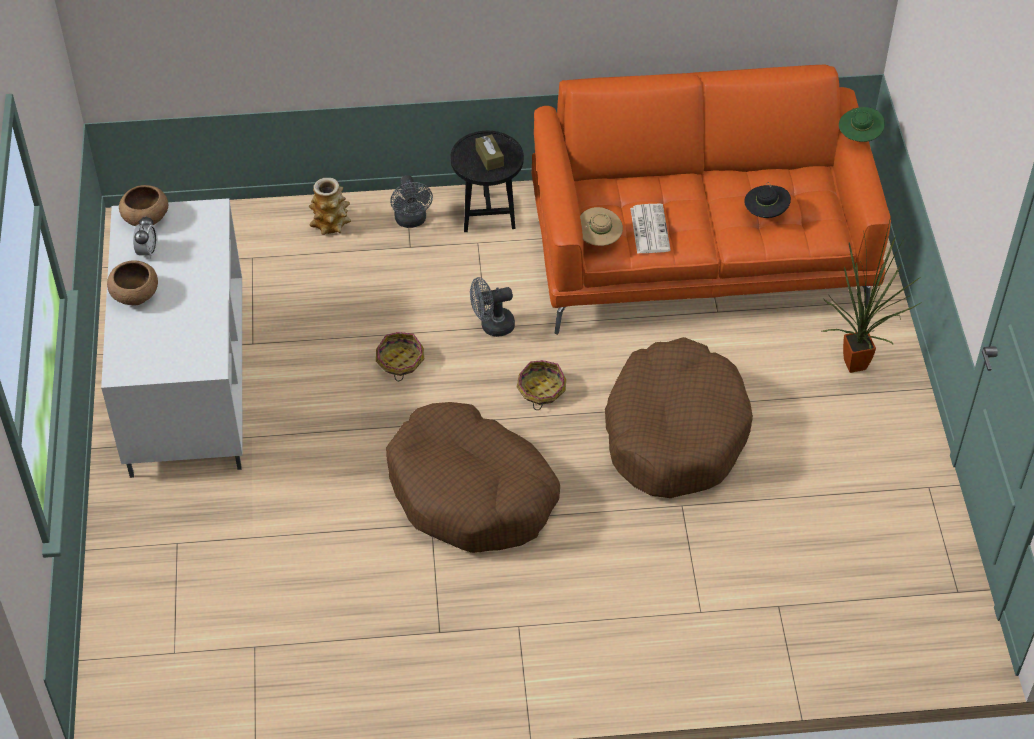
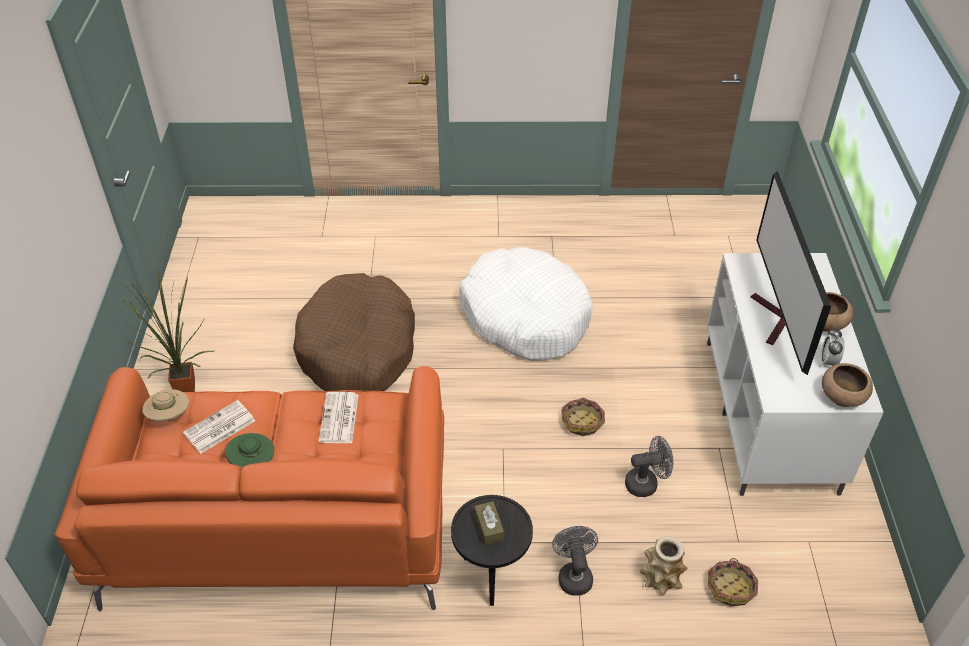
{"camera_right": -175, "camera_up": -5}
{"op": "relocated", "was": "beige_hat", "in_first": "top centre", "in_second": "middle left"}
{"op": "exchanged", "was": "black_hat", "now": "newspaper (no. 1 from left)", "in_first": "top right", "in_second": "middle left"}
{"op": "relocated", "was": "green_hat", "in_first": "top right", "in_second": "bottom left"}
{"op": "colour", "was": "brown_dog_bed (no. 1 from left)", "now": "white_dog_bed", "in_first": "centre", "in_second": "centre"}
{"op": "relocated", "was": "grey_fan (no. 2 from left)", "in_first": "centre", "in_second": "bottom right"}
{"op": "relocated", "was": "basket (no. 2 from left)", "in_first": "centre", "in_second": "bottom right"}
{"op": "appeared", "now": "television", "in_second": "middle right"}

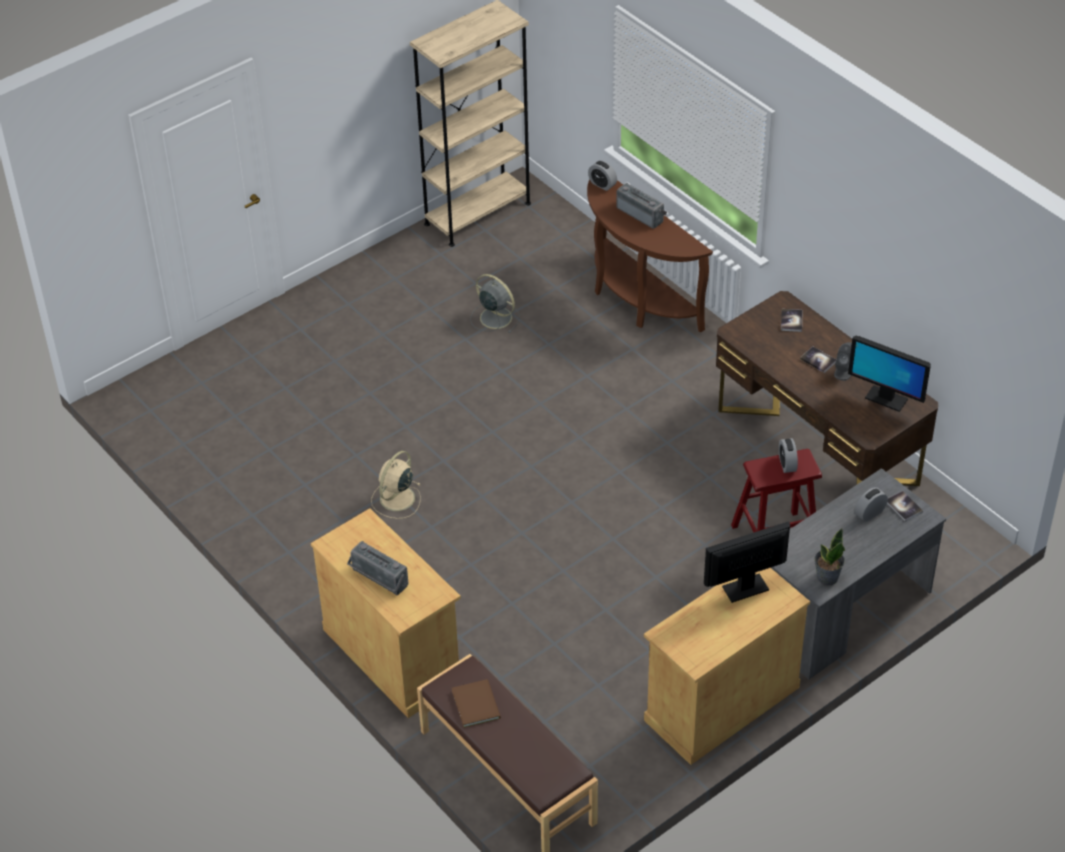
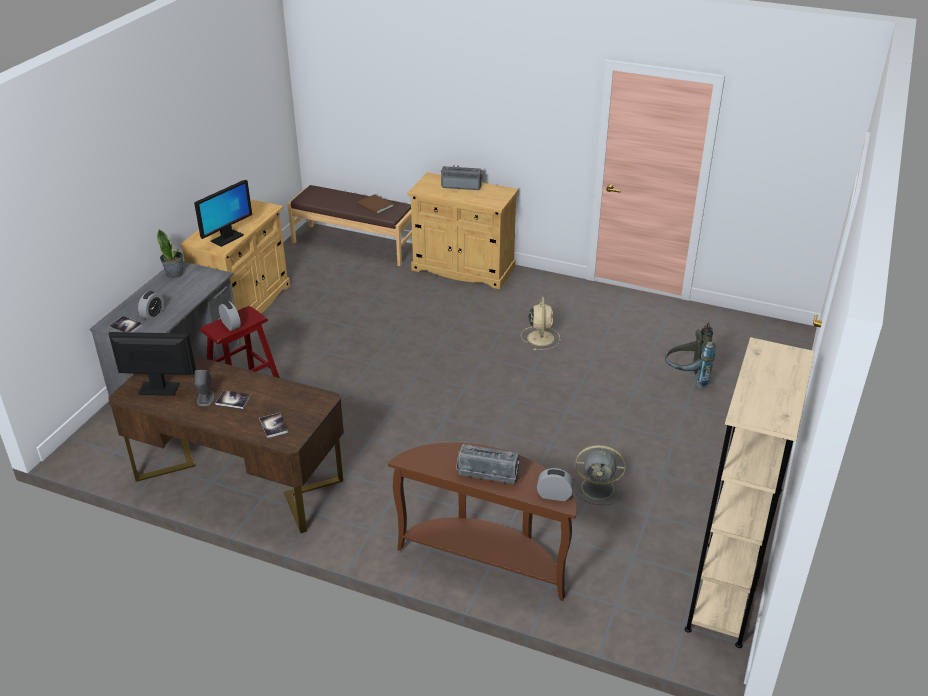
{"camera_right": 150, "camera_up": -10}
{"op": "appeared", "now": "grey_backpack", "in_second": "middle right"}

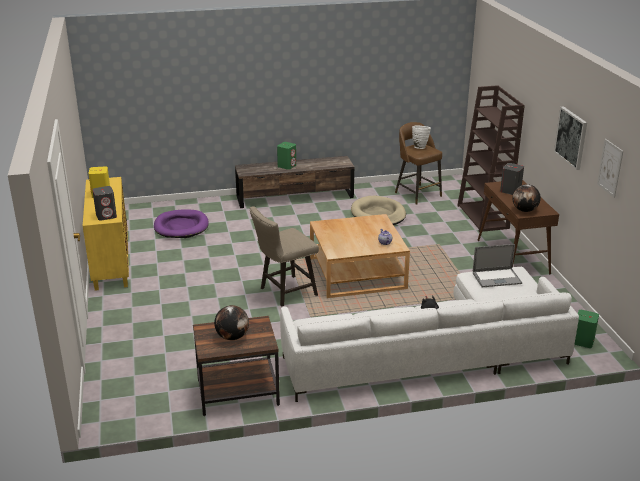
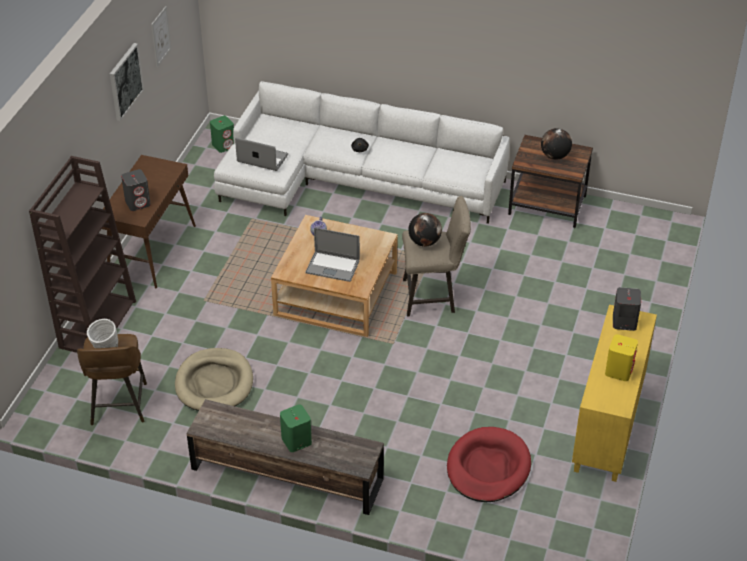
{"camera_right": -150, "camera_up": 15}
{"op": "appeared", "now": "laptop (no. 2 from left)", "in_second": "centre"}
{"op": "relocated", "was": "globe (no. 2 from left in the first image)", "now": "globe (no. 1 from left)", "in_first": "middle right", "in_second": "centre"}
{"op": "colour", "was": "purple_dog_bed", "now": "red_dog_bed", "in_first": "middle left", "in_second": "bottom centre"}

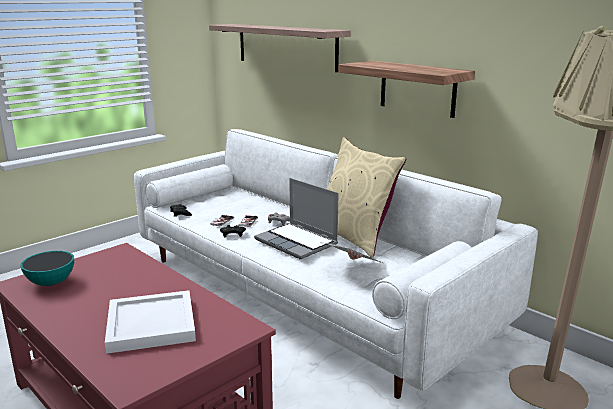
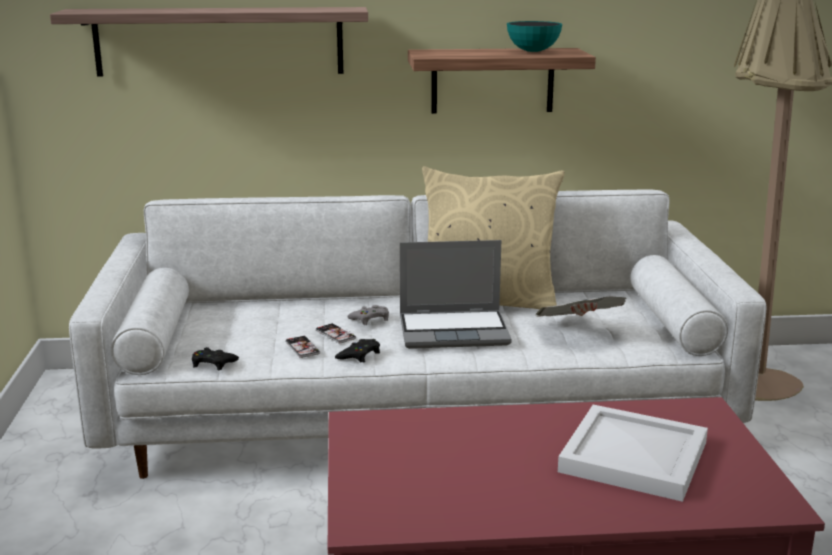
{"camera_right": -50, "camera_up": 0}
{"op": "relocated", "was": "bowl", "in_first": "middle left", "in_second": "top centre"}

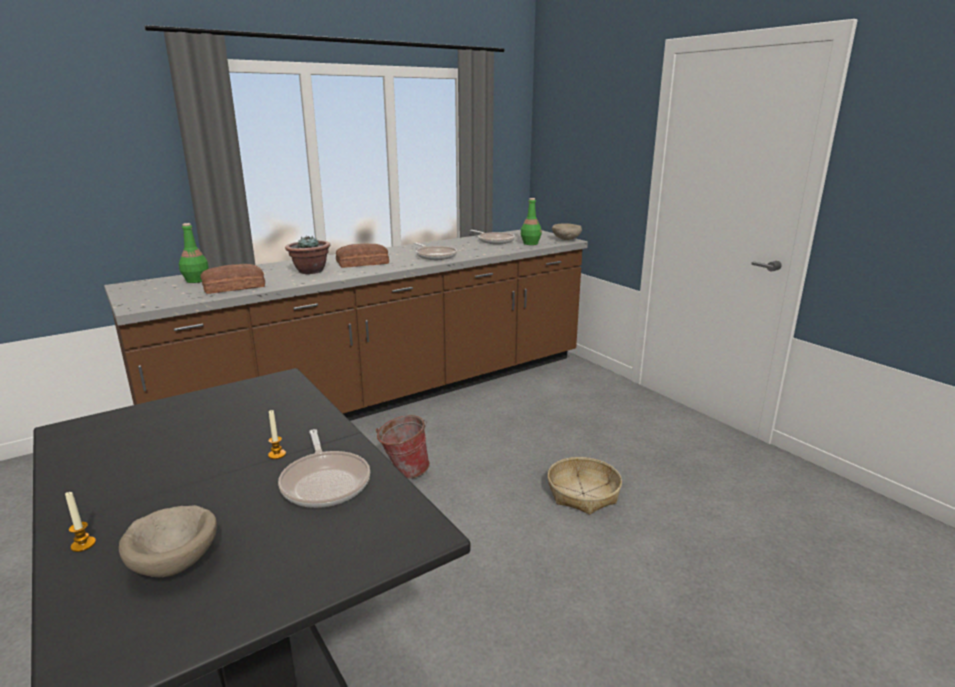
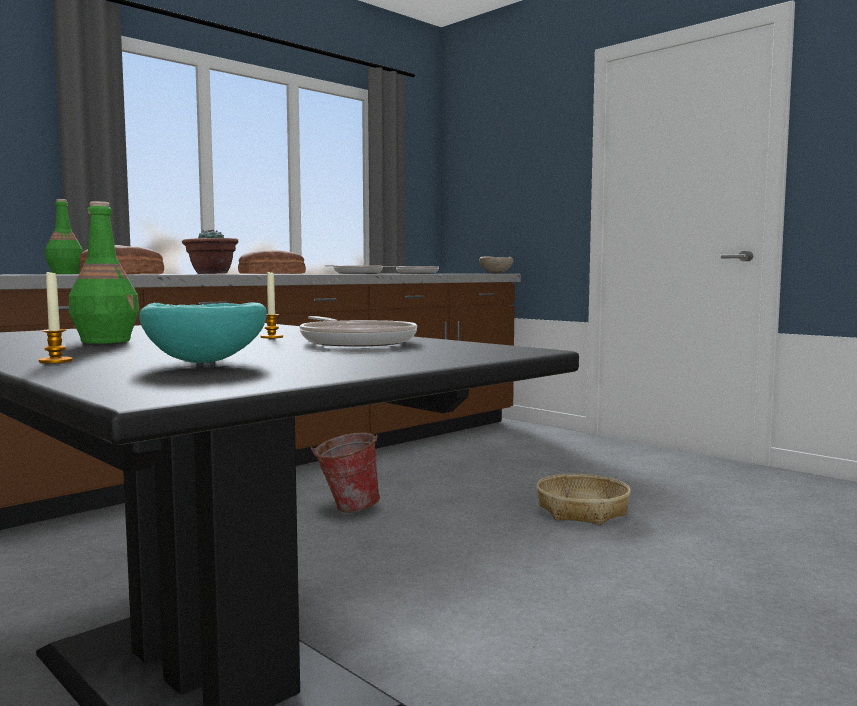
{"camera_right": -10, "camera_up": -15}
{"op": "relocated", "was": "green_bottle (no. 2 from left)", "in_first": "top centre", "in_second": "middle left"}
{"op": "colour", "was": "beige_bowl (no. 1 from left)", "now": "turquoise_bowl", "in_first": "bottom left", "in_second": "middle left"}

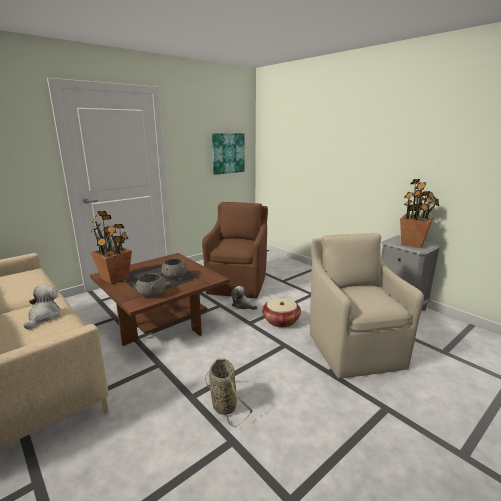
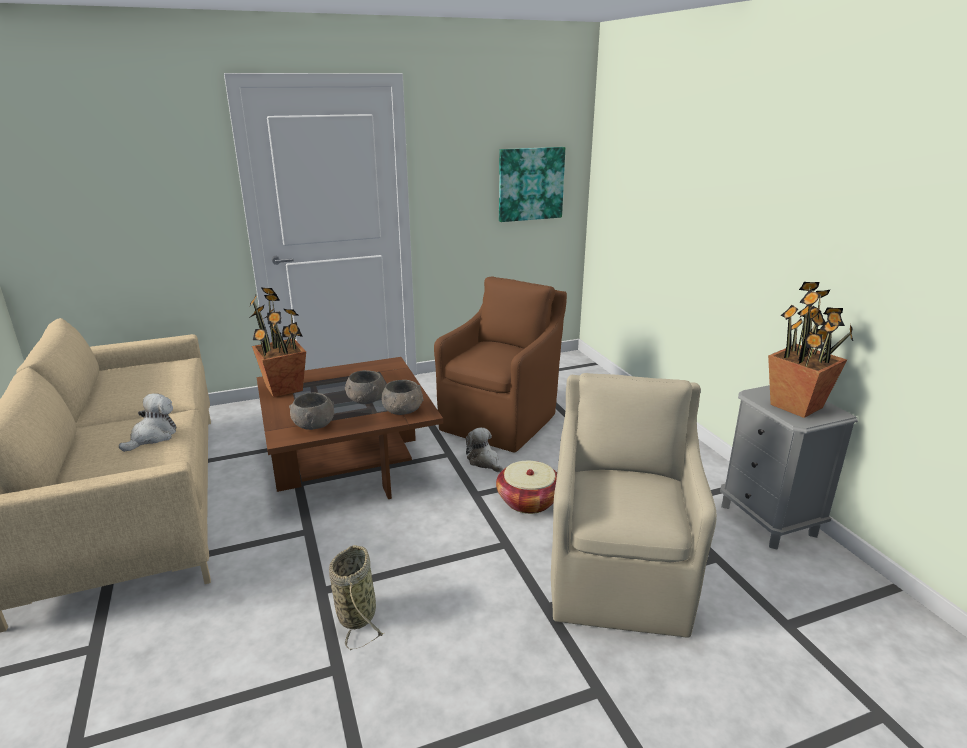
{"camera_right": 20, "camera_up": 5}
{"op": "appeared", "now": "grey_bowl (no. 3 from left)", "in_second": "centre"}

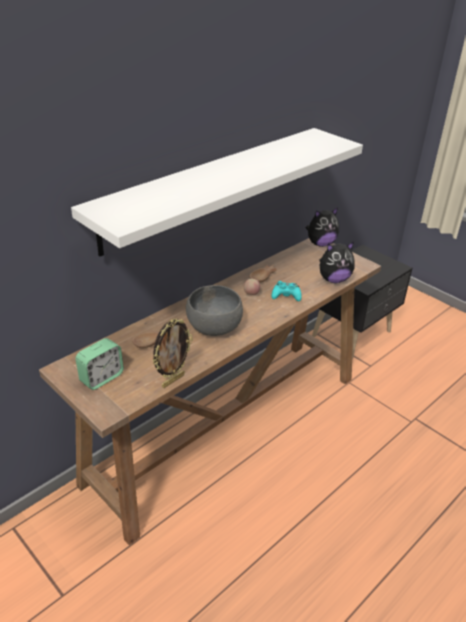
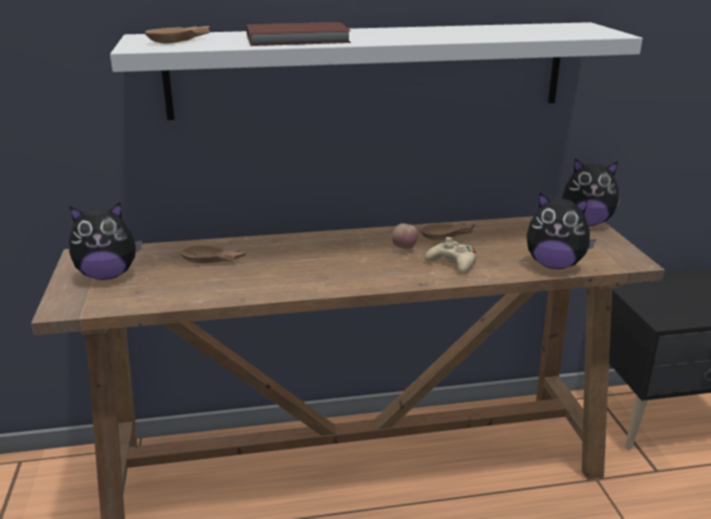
{"camera_right": 35, "camera_up": -10}
{"op": "exchanged", "was": "alarm_clock", "now": "plush_toy (no. 1 from left)", "in_first": "middle left", "in_second": "middle left"}
{"op": "appeared", "now": "brown_bowl (no. 1 from left)", "in_second": "top left"}
{"op": "appeared", "now": "brown_book", "in_second": "top centre"}
{"op": "colour", "was": "turquoise_game_controller", "now": "beige_game_controller", "in_first": "centre", "in_second": "centre"}
{"op": "missing", "was": "picture_frame", "in_first": "centre"}
{"op": "missing", "was": "grey_bowl", "in_first": "centre"}

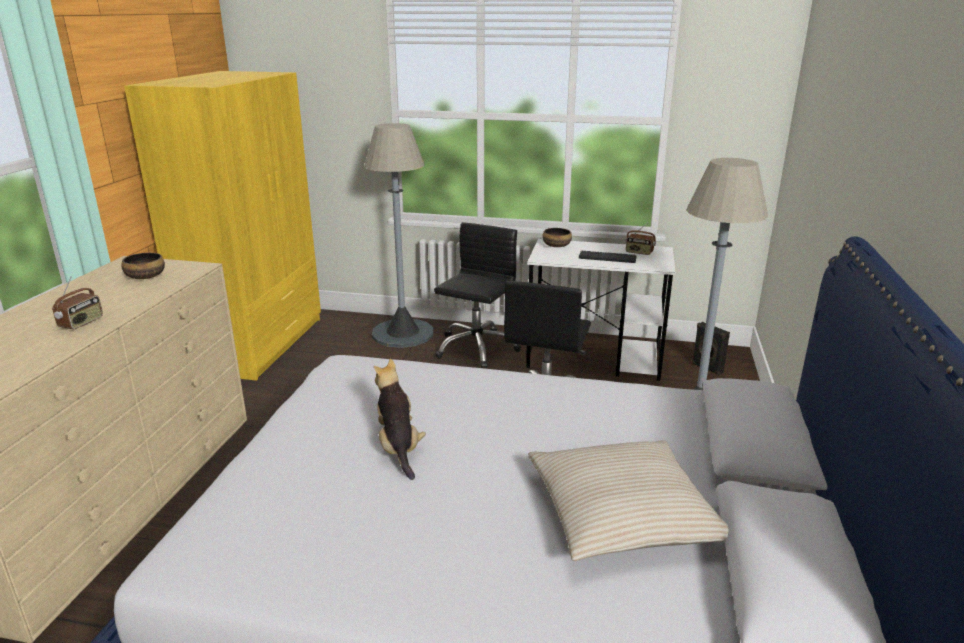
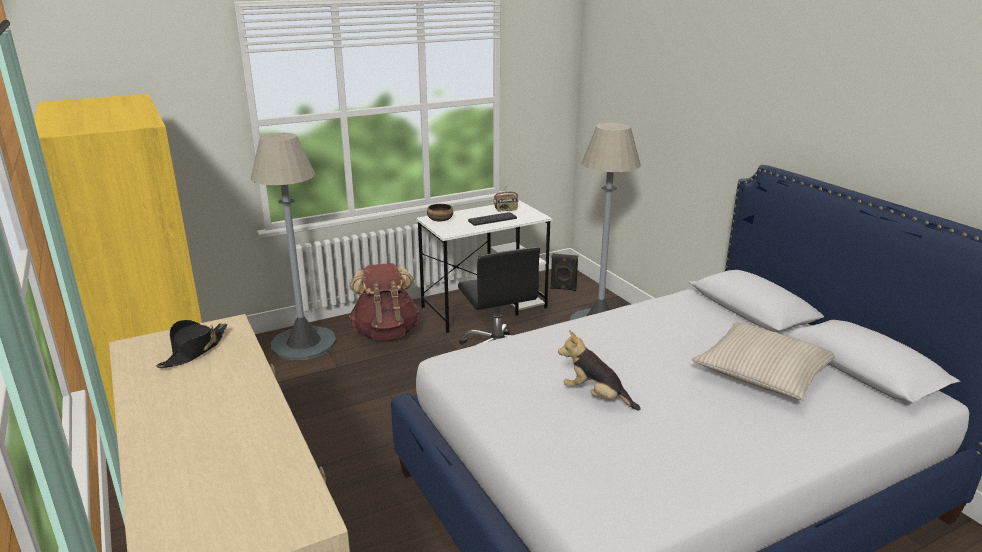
{"camera_right": -40, "camera_up": 0}
{"op": "exchanged", "was": "bowl (no. 1 from left)", "now": "black_hat", "in_first": "middle left", "in_second": "middle left"}
{"op": "exchanged", "was": "black_office_chair (no. 1 from left)", "now": "brown_backpack", "in_first": "centre", "in_second": "centre"}
{"op": "missing", "was": "radio (no. 1 from left)", "in_first": "middle left"}

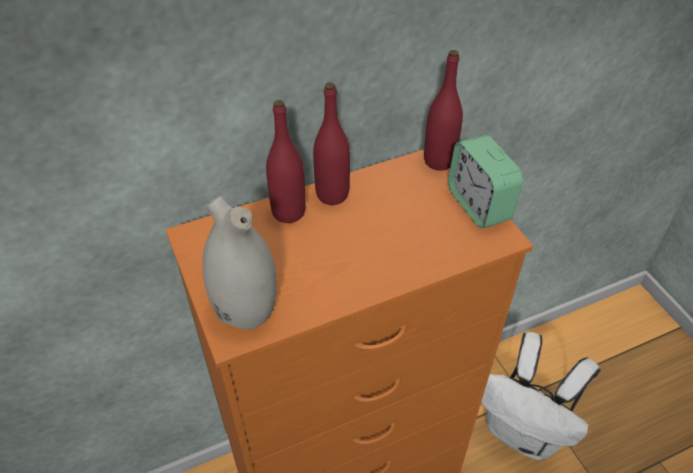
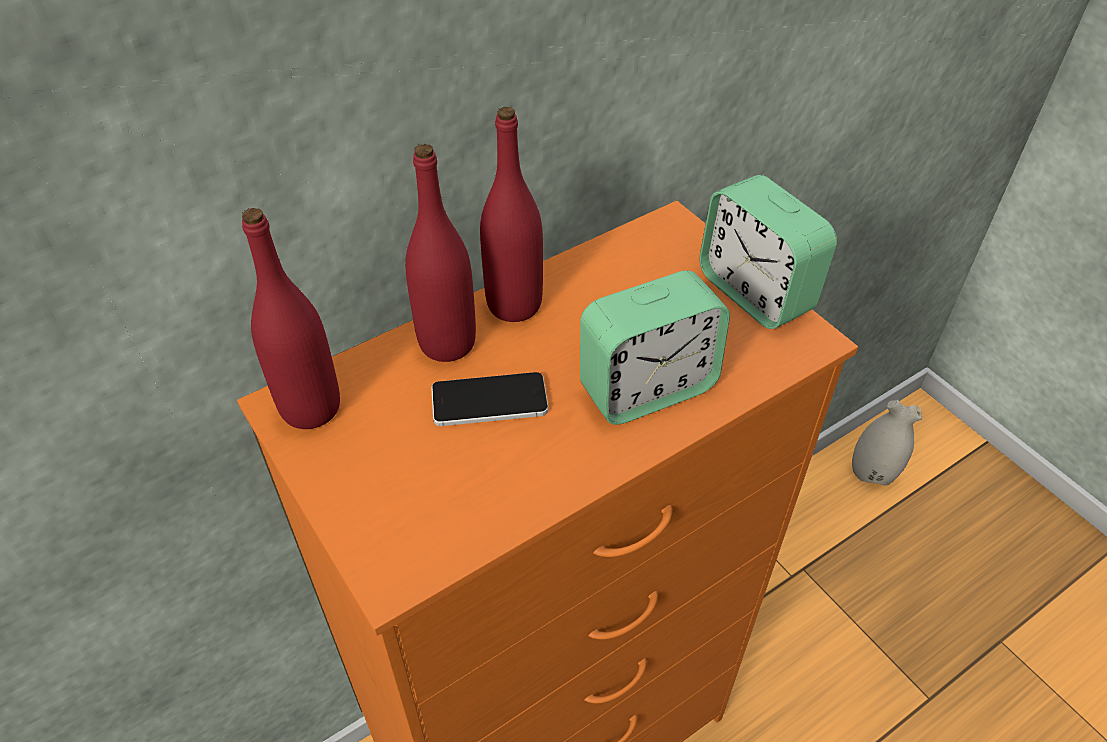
{"camera_right": -10, "camera_up": 0}
{"op": "relocated", "was": "red_bottle (no. 3 from left in the first image)", "now": "red_bottle (no. 1 from left)", "in_first": "top centre", "in_second": "middle left"}
{"op": "appeared", "now": "phone", "in_second": "centre"}
{"op": "appeared", "now": "alarm_clock (no. 1 from left)", "in_second": "centre"}
{"op": "relocated", "was": "white_vase", "in_first": "centre", "in_second": "middle right"}
{"op": "missing", "was": "white_backpack", "in_first": "bottom right"}

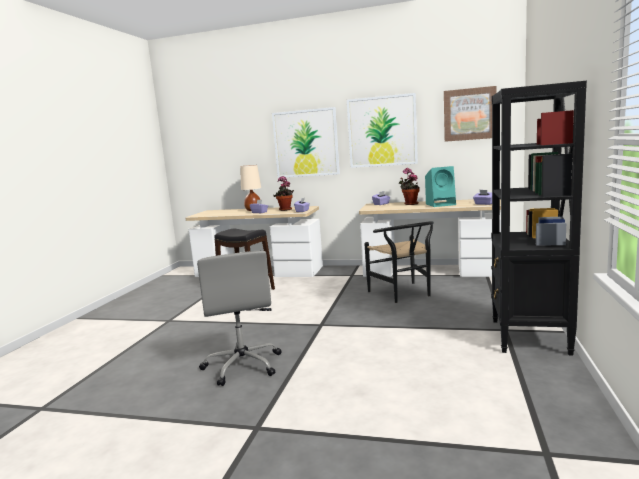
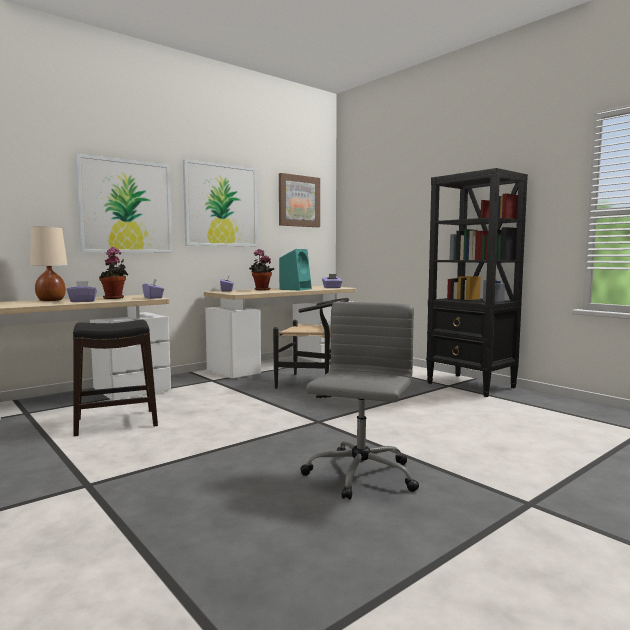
{"camera_right": -55, "camera_up": -5}
{"op": "spun", "was": "grey_office_chair", "in_first": "centre", "in_second": "centre", "clockwise": -90}

